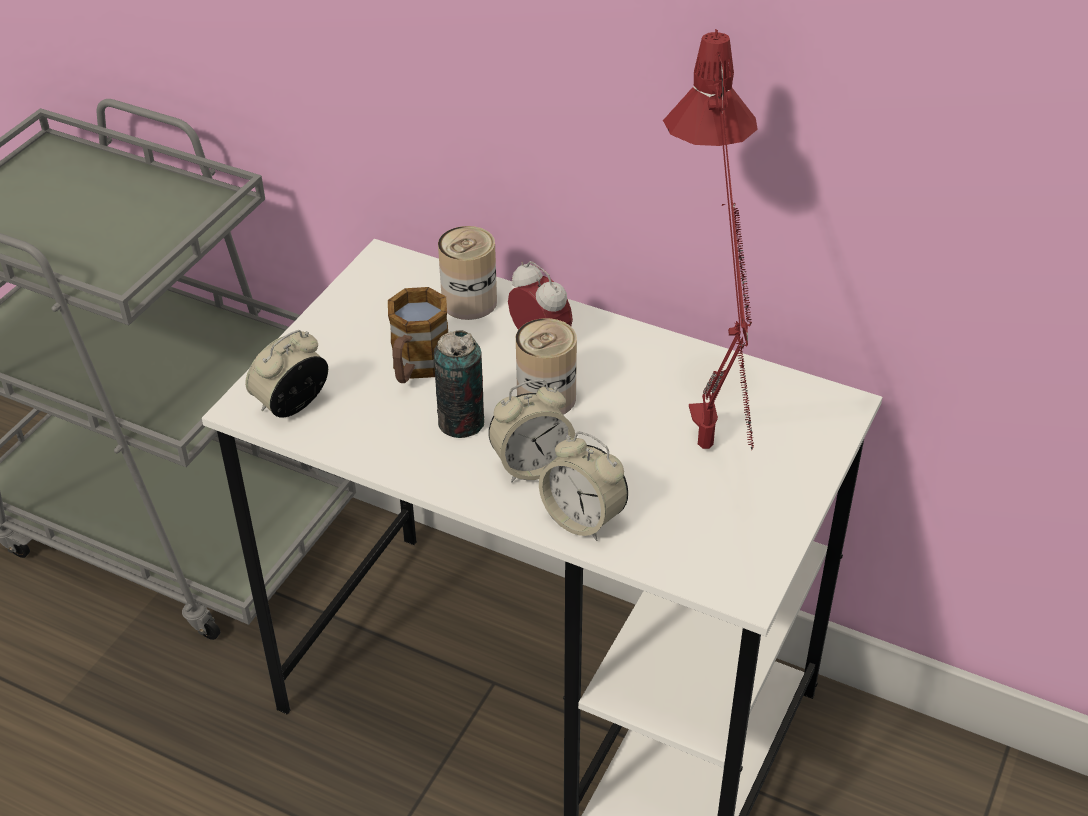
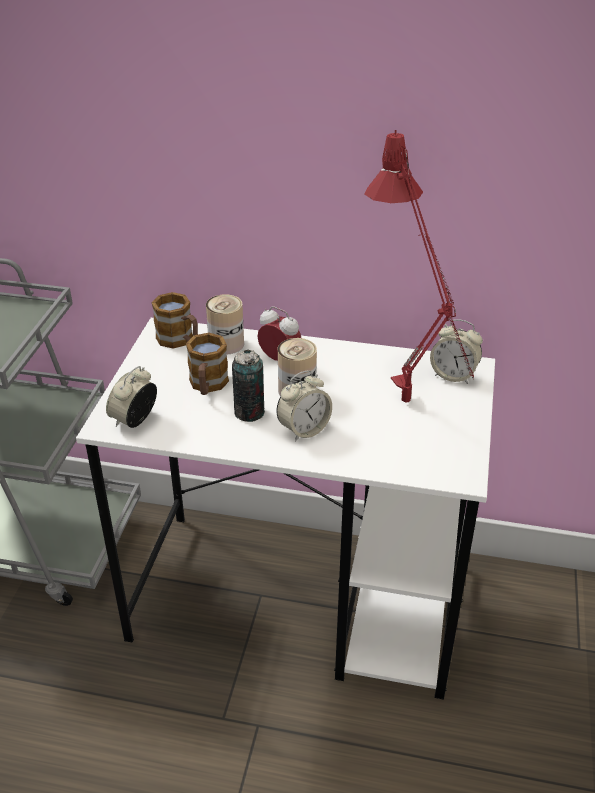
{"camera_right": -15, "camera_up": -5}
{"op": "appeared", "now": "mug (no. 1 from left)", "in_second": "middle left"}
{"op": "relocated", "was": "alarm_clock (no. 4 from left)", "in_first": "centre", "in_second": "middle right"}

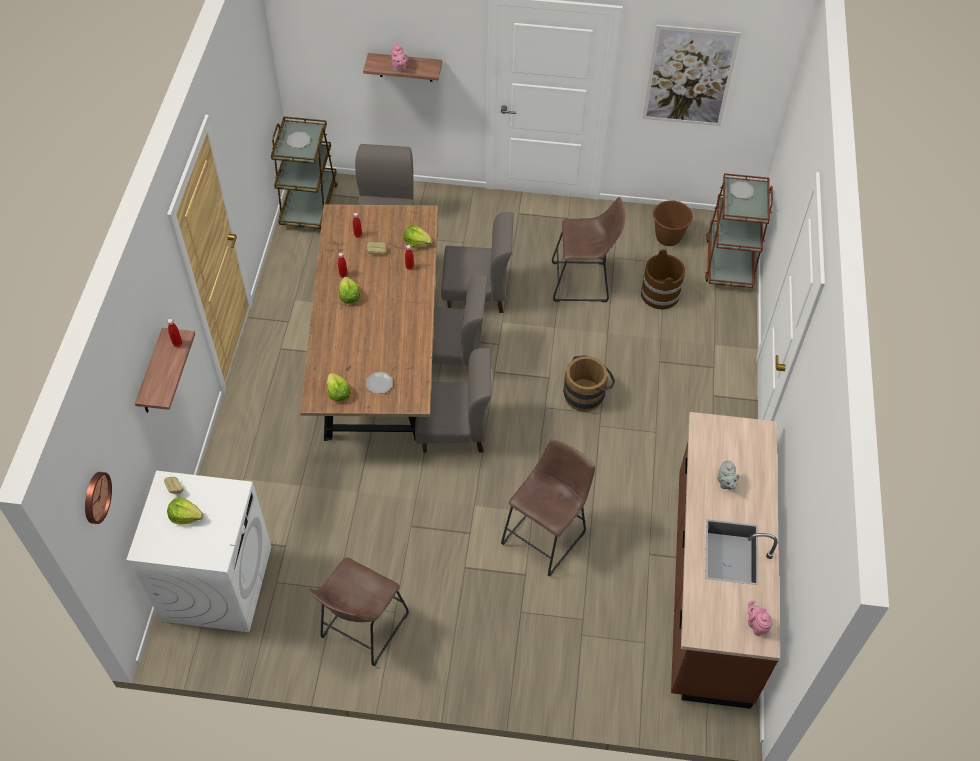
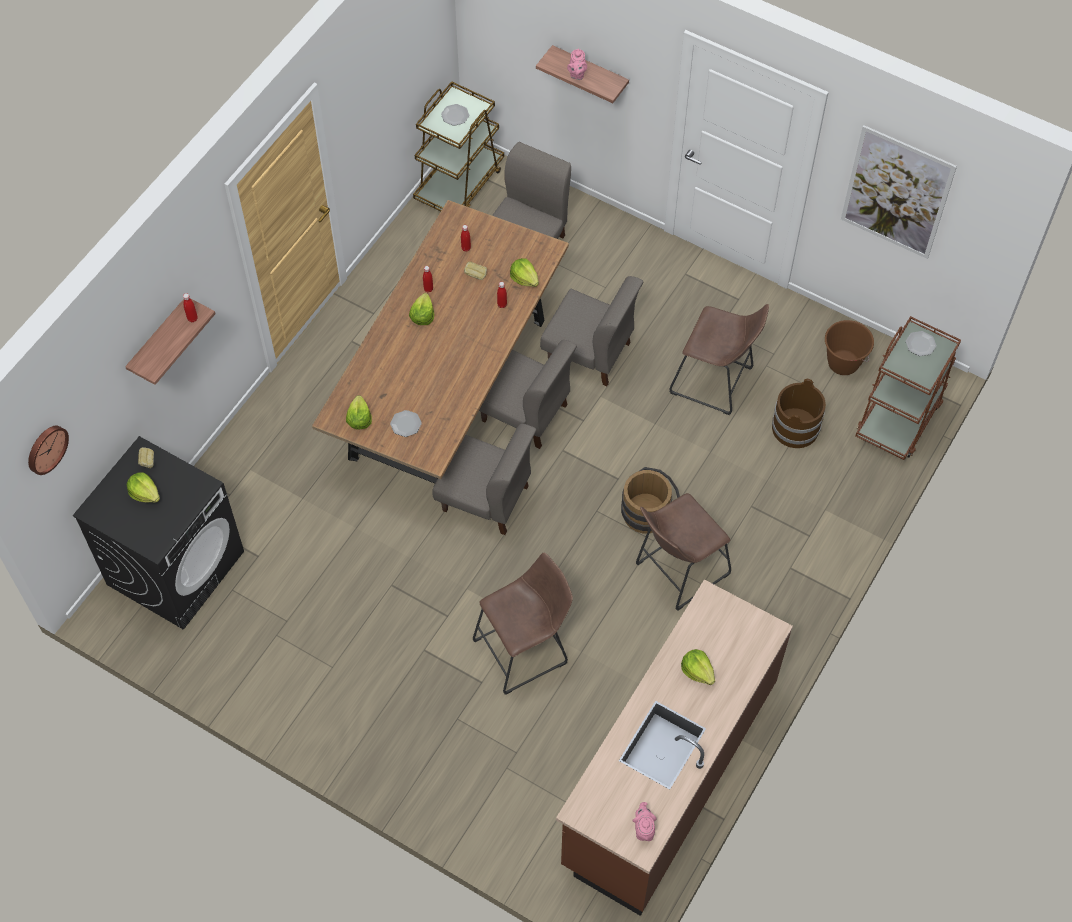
{"camera_right": 25, "camera_up": 5}
{"op": "colour", "was": "white_washing_machine", "now": "black_washing_machine", "in_first": "bottom left", "in_second": "middle left"}
{"op": "relocated", "was": "brown_stool (no. 1 from left in the first image)", "now": "brown_stool (no. 2 from left)", "in_first": "bottom centre", "in_second": "centre"}
{"op": "exchanged", "was": "grey_teapot", "now": "lettuce (no. 5 from left)", "in_first": "middle right", "in_second": "bottom centre"}

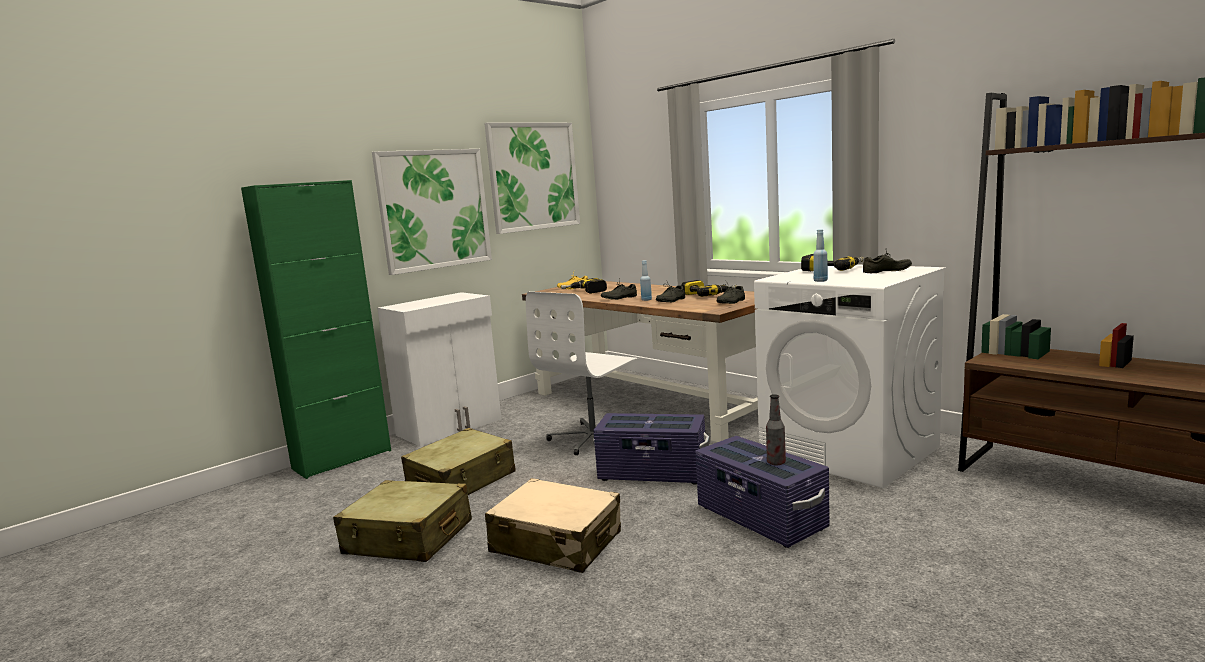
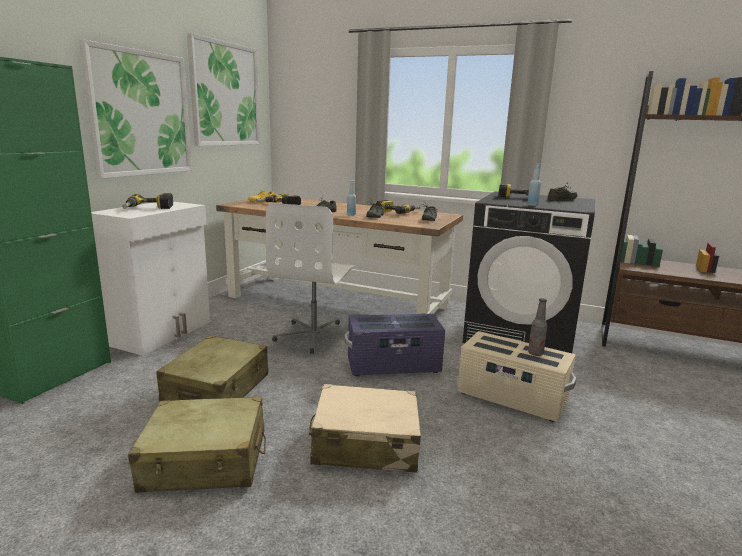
{"camera_right": -25, "camera_up": 5}
{"op": "appeared", "now": "power_drill (no. 1 from left)", "in_second": "middle left"}
{"op": "colour", "was": "purple_storage_box (no. 2 from left)", "now": "beige_storage_box", "in_first": "bottom centre", "in_second": "bottom right"}
{"op": "colour", "was": "white_washing_machine", "now": "black_washing_machine", "in_first": "middle right", "in_second": "middle right"}

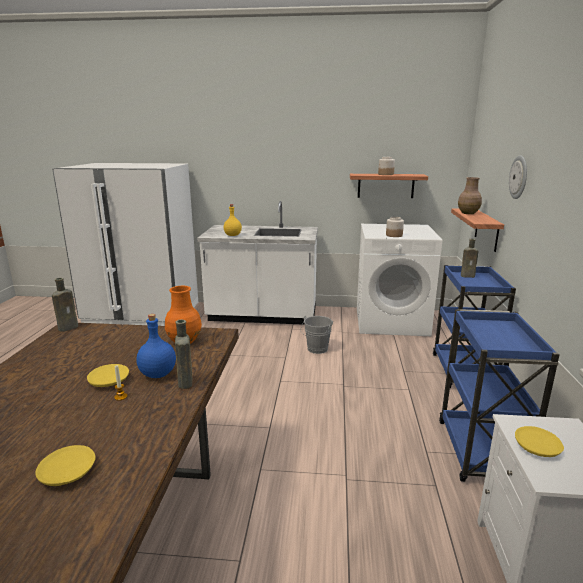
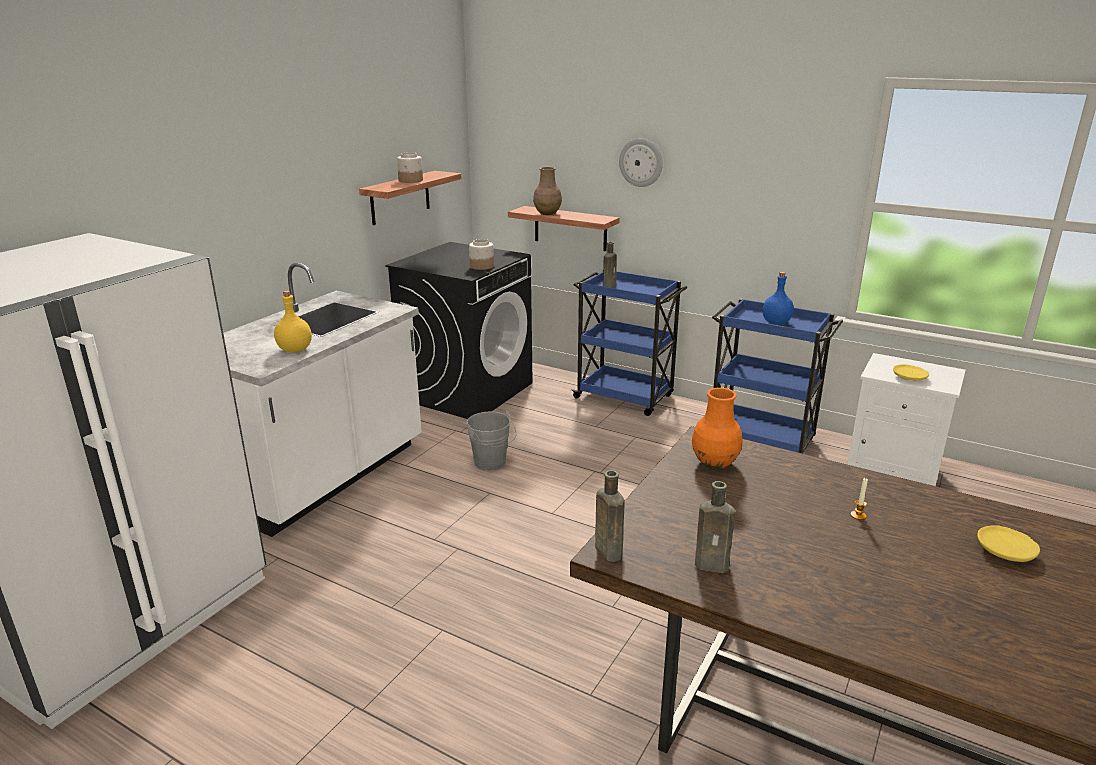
{"camera_right": -65, "camera_up": 5}
{"op": "colour", "was": "white_washing_machine", "now": "black_washing_machine", "in_first": "middle right", "in_second": "centre"}
{"op": "relocated", "was": "brown_bottle (no. 2 from left in the first image)", "now": "brown_bottle (no. 3 from left)", "in_first": "middle left", "in_second": "bottom centre"}
{"op": "relocated", "was": "blue_bottle", "in_first": "middle left", "in_second": "middle right"}
{"op": "missing", "was": "yellow_plate (no. 2 from left)", "in_first": "middle left"}

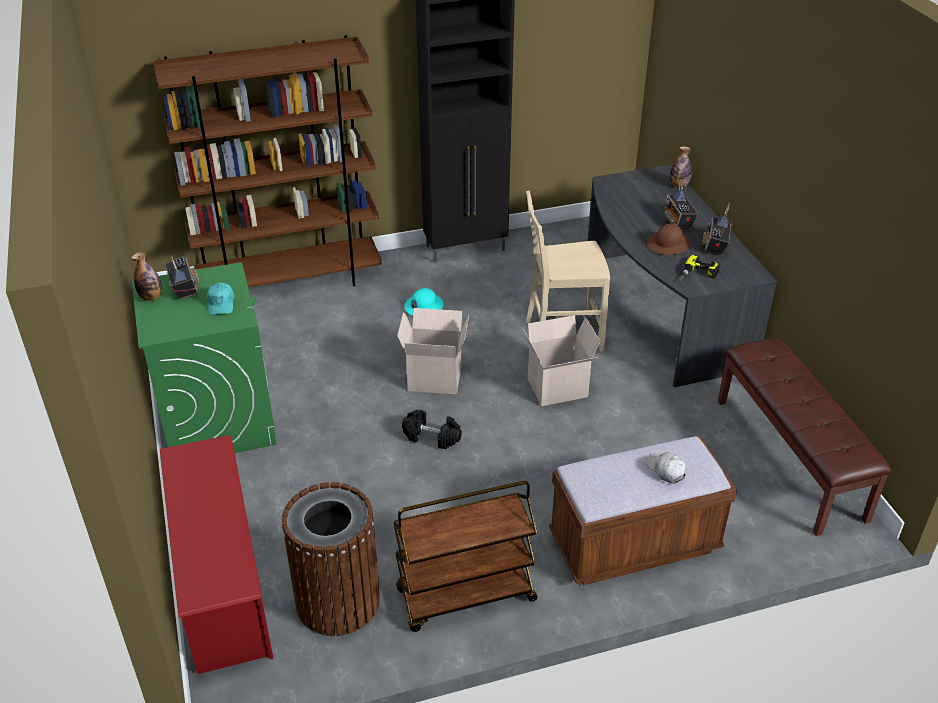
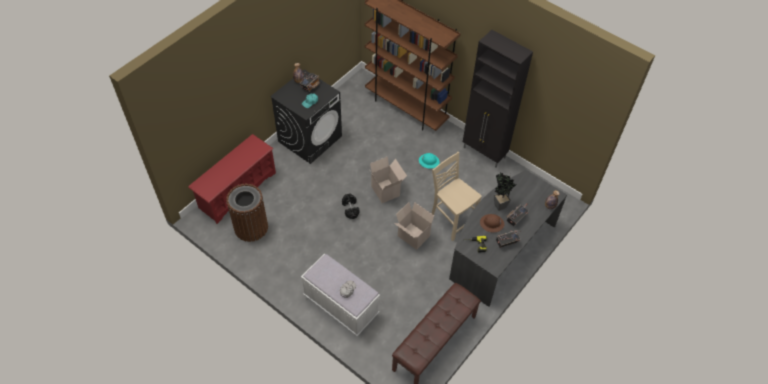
{"camera_right": 55, "camera_up": 15}
{"op": "colour", "was": "green_washing_machine", "now": "black_washing_machine", "in_first": "middle left", "in_second": "top centre"}
{"op": "colour", "was": "brown_bench (no. 1 from left)", "now": "white_bench", "in_first": "bottom right", "in_second": "bottom centre"}
{"op": "appeared", "now": "potted_plant", "in_second": "centre"}
{"op": "missing", "was": "brown_cart", "in_first": "bottom centre"}

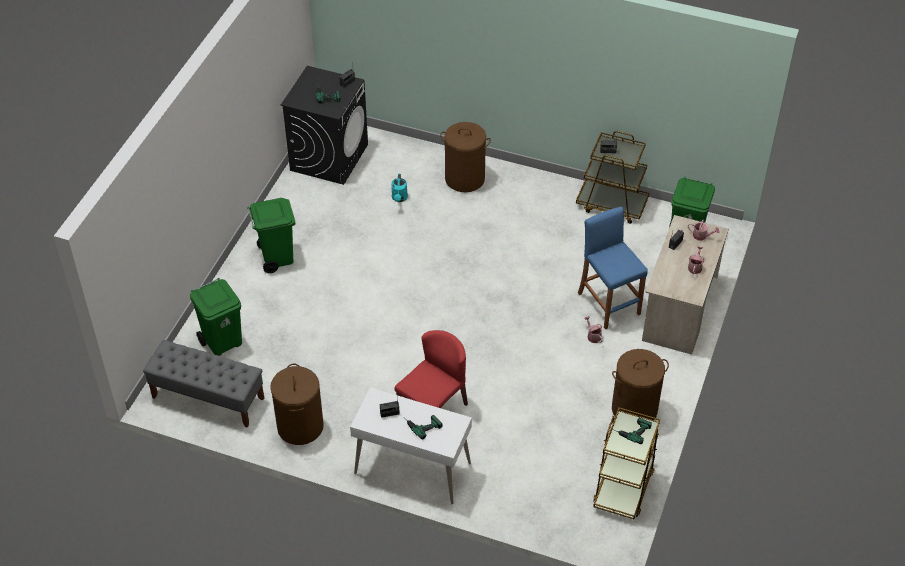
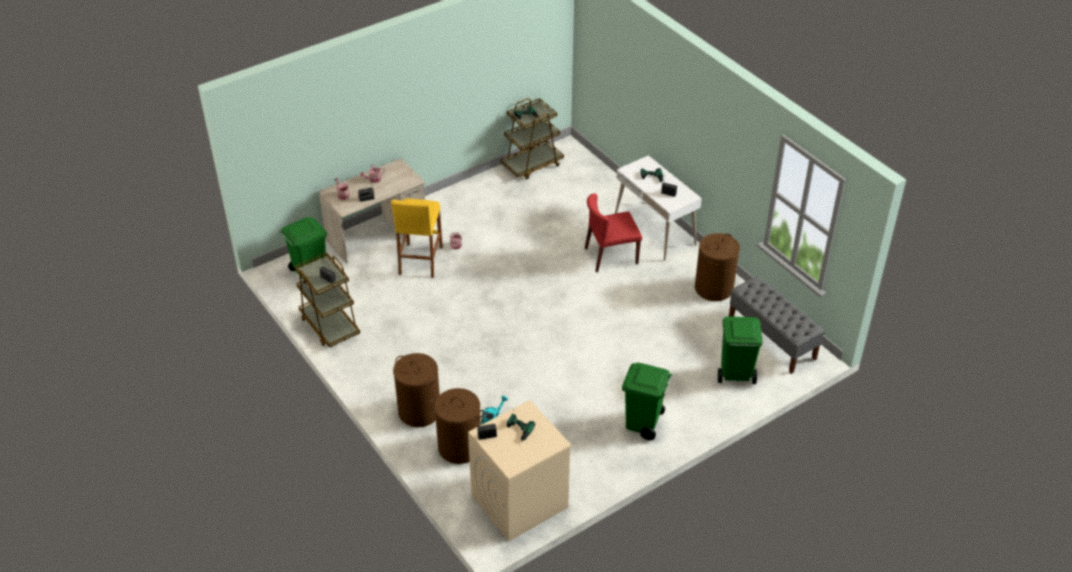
{"camera_right": -145, "camera_up": -5}
{"op": "colour", "was": "blue_stool", "now": "yellow_stool", "in_first": "middle right", "in_second": "centre"}
{"op": "relocated", "was": "brown_laundry_basket (no. 3 from left in the first image)", "now": "brown_laundry_basket (no. 2 from left)", "in_first": "bottom right", "in_second": "bottom centre"}
{"op": "colour", "was": "black_washing_machine", "now": "beige_washing_machine", "in_first": "top centre", "in_second": "bottom centre"}

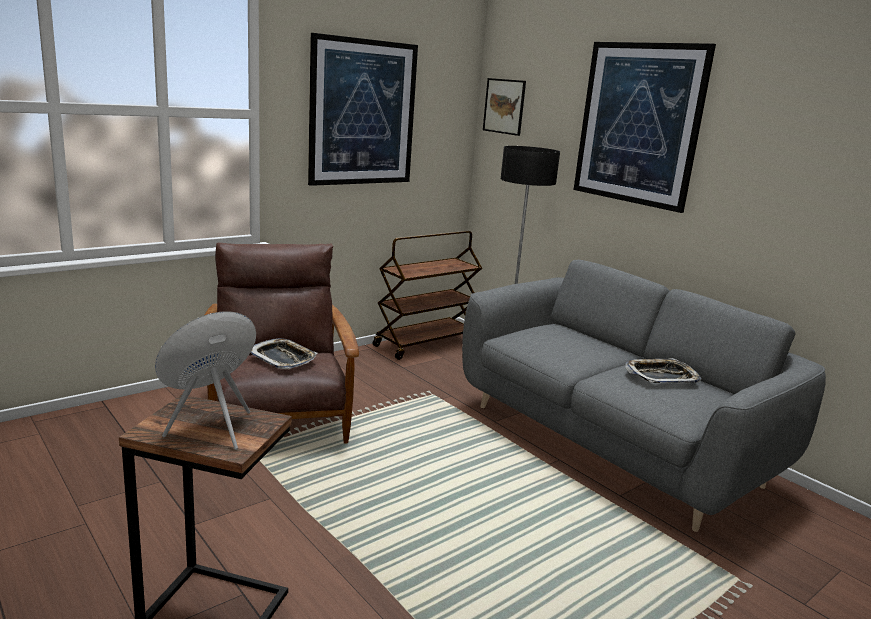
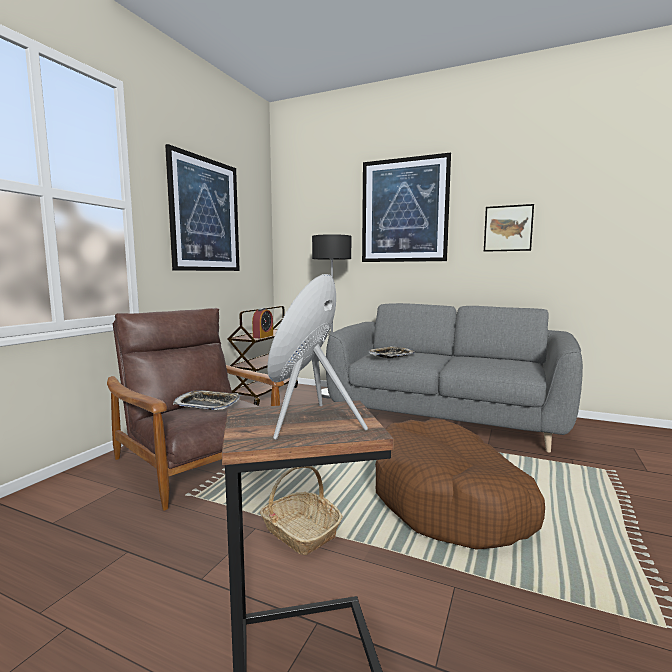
{"camera_right": -25, "camera_up": -10}
{"op": "appeared", "now": "alarm_clock", "in_second": "centre"}
{"op": "appeared", "now": "basket", "in_second": "bottom centre"}
{"op": "relocated", "was": "tray (no. 2 from left)", "in_first": "middle right", "in_second": "centre"}
{"op": "appeared", "now": "brown_dog_bed", "in_second": "bottom right"}
{"op": "relocated", "was": "picture (no. 2 from left in the first image)", "now": "picture (no. 3 from left)", "in_first": "top centre", "in_second": "middle right"}

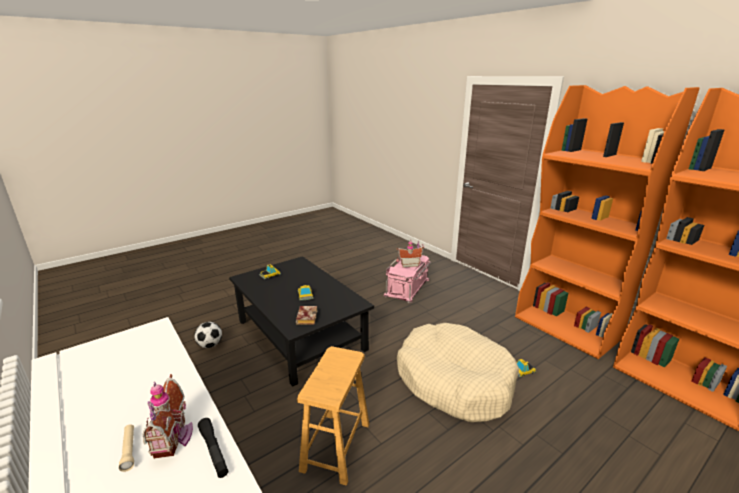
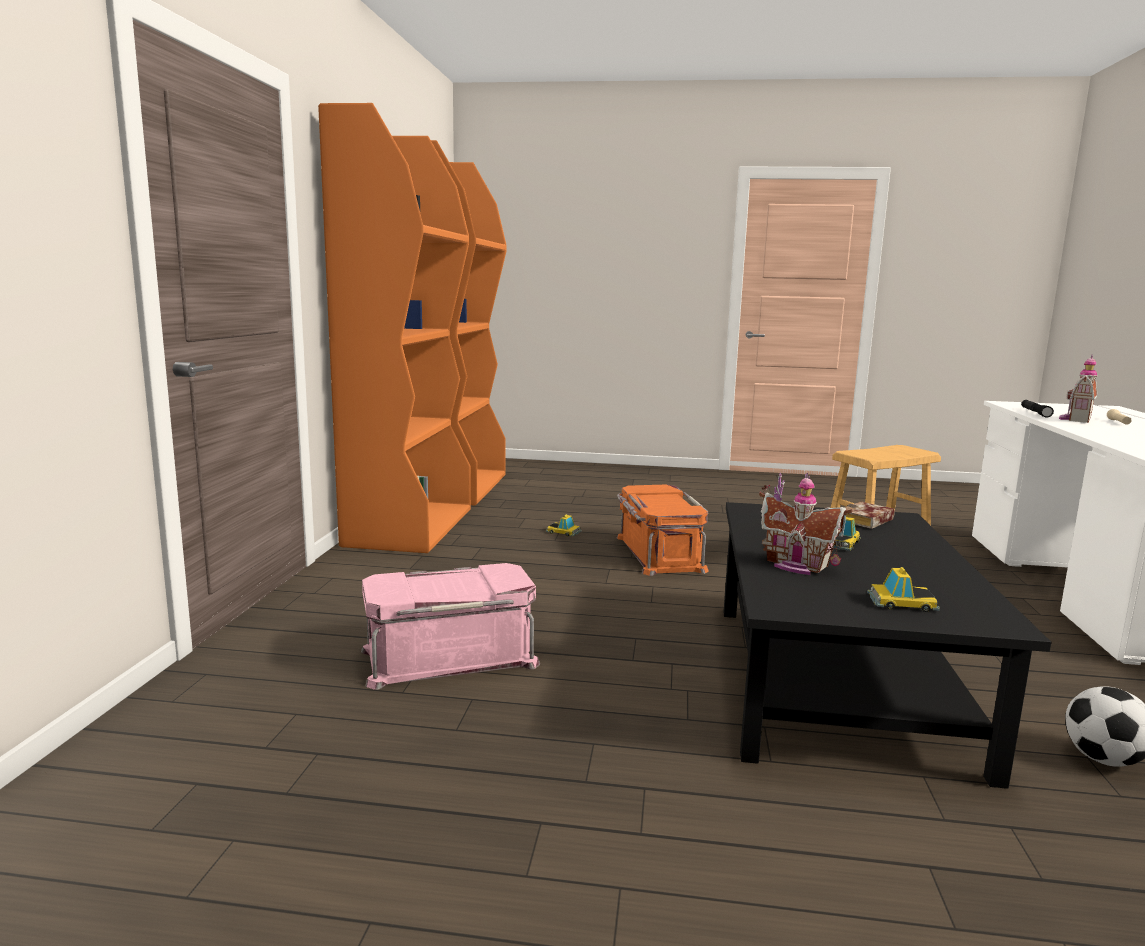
{"camera_right": -135, "camera_up": -10}
{"op": "exchanged", "was": "beige_dog_bed", "now": "orange_storage_box", "in_first": "bottom centre", "in_second": "centre"}
{"op": "relocated", "was": "toy_house (no. 2 from left in the first image)", "now": "toy_house (no. 1 from left)", "in_first": "centre", "in_second": "middle right"}

